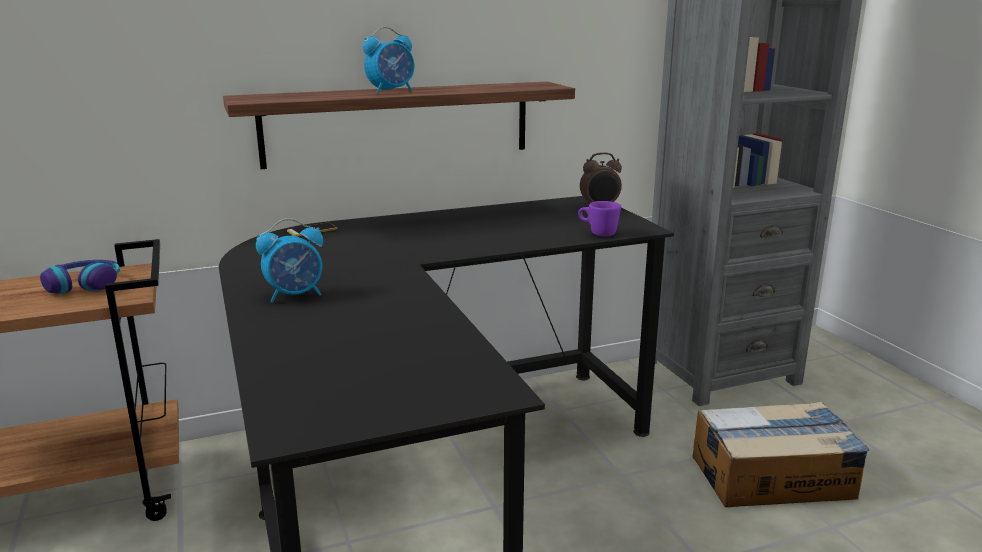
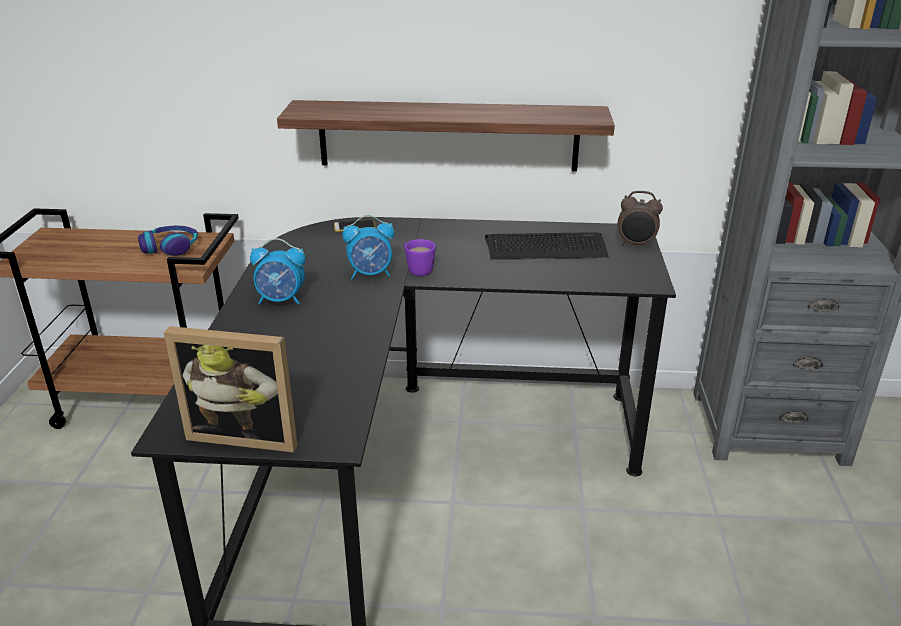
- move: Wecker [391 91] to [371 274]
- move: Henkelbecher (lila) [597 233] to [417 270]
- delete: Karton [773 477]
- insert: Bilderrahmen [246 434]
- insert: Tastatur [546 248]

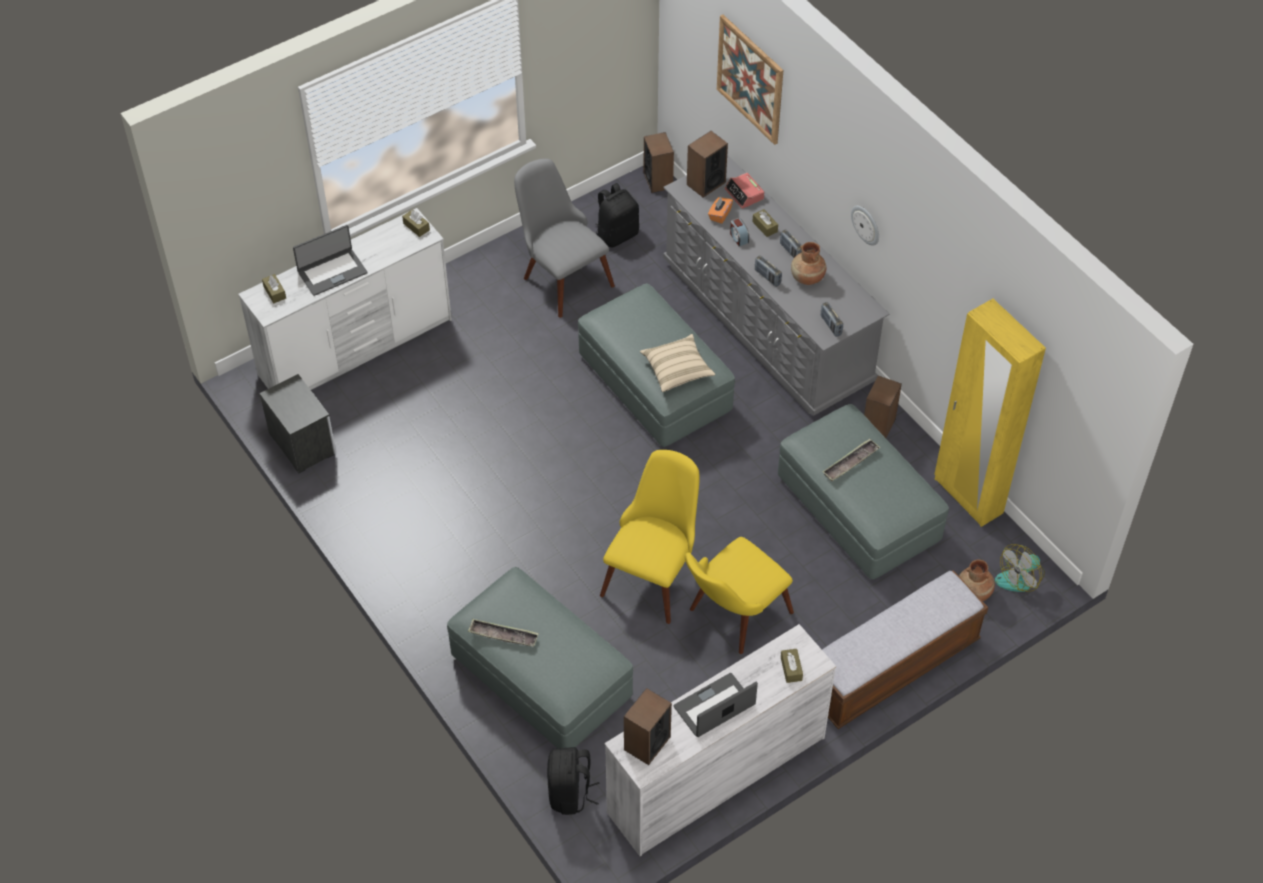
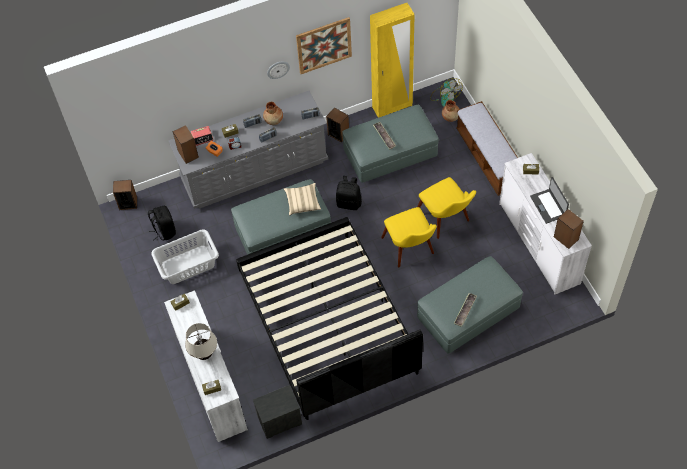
- replace: Laptop [332 272] to Tischlampe (beige) [204 354]
- replace: Stuhl (grau) [561 275] to Wäschekorb (grau) [187 264]
- move: Rucksack (schwarz) [570 794] to [349 203]
- rotate: Stuhl (gelb) [654 572] = [411 250] 150 degrees counterclockwise
- move: Bild [750 79] to [324 45]
- insert: Bett (schwarz) [327 323]

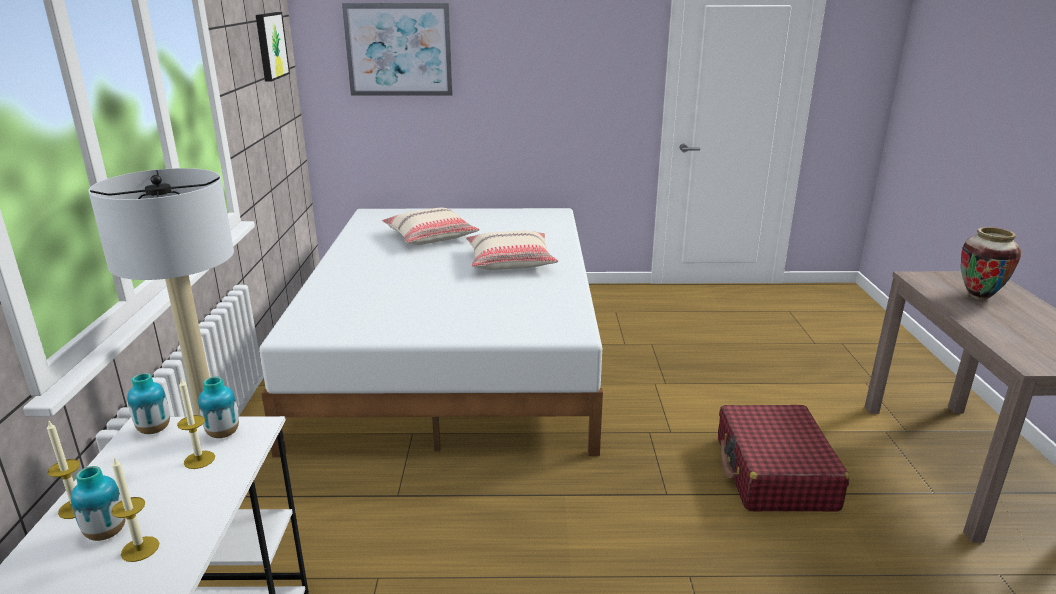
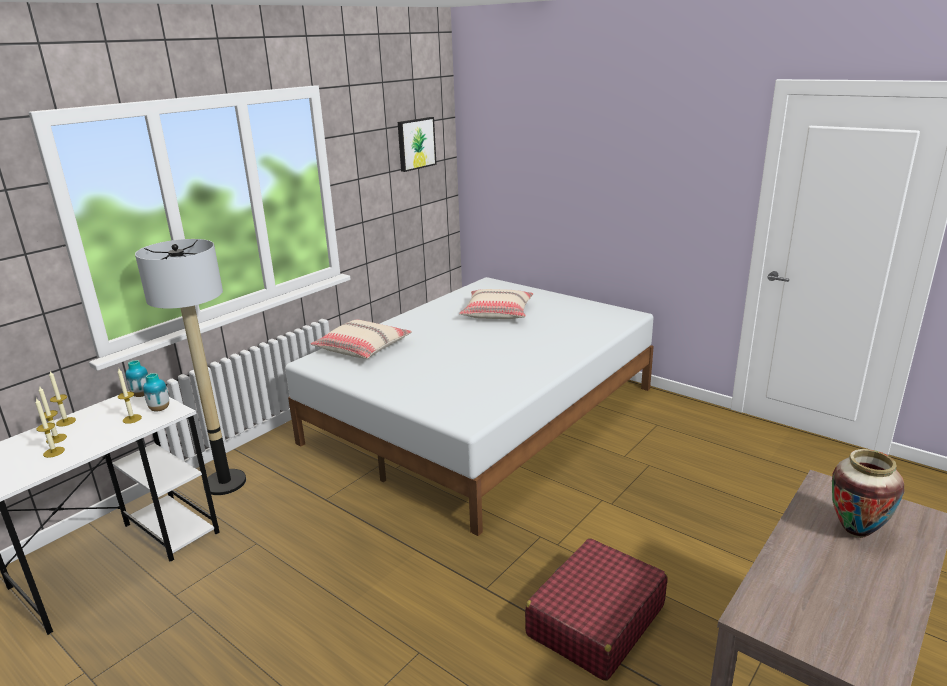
- replace: Vase [106 533] to Kerze [56 439]
- delete: Bild [399 50]
- move: Kissen (beige) [510 261] to [363 348]

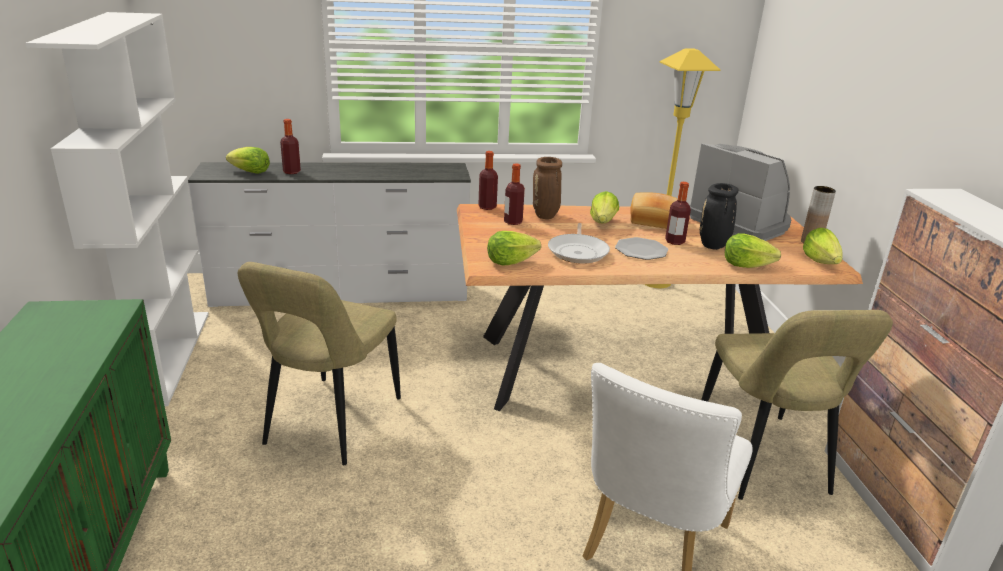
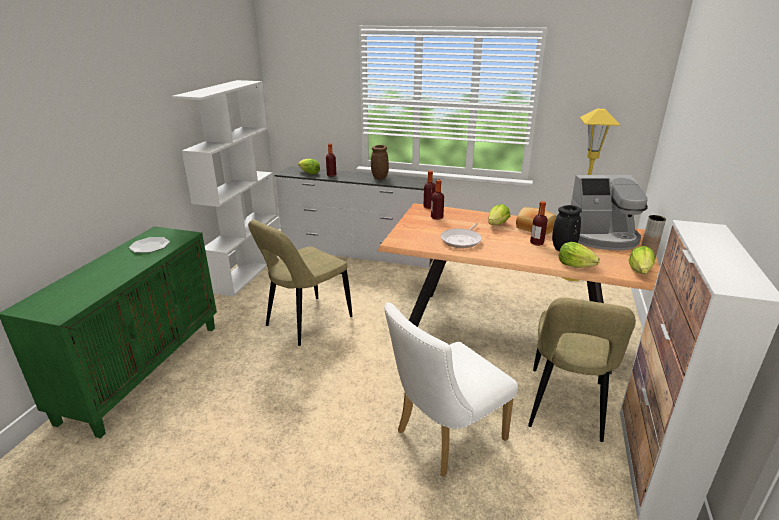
- delete: Salatkopf [510 262]
- move: Vase (braun) [546 216] to [380 178]
- move: Teller [641 250] to [150 246]
- rotate: Kaffeemaschine [740 223] = [601 237] 105 degrees clockwise

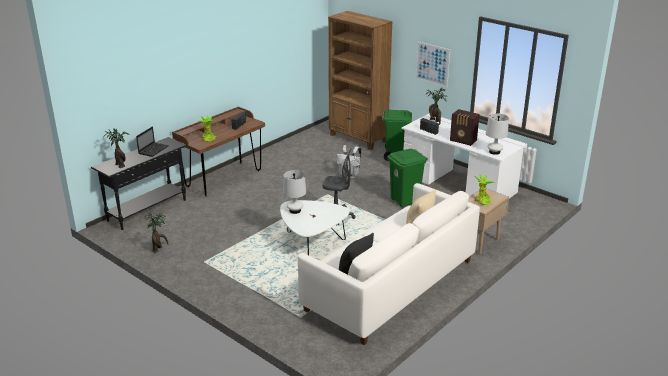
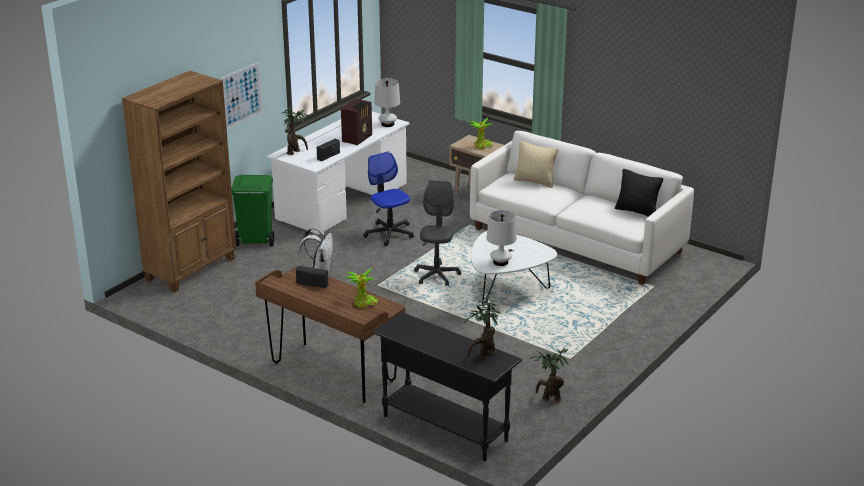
- delete: Laptop [153 150]
- replace: Mülleimer (grün) [405 201] to Bürostuhl [389 233]

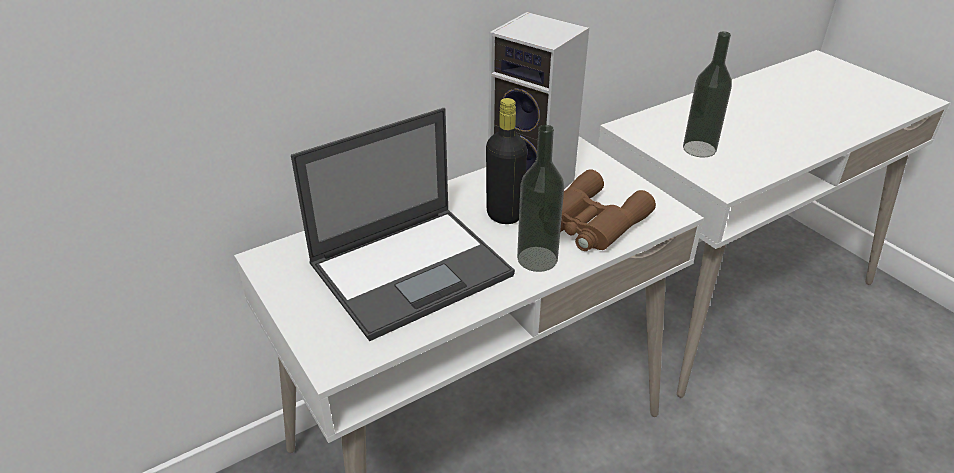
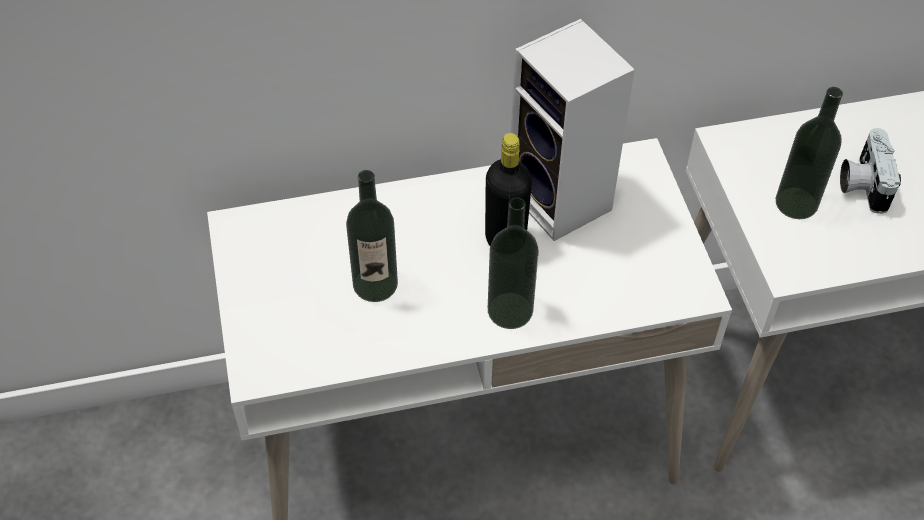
- replace: Laptop [413 269] to Flasche [375 284]
- delete: Fernglas (braun) [590 222]
- insert: Kamera [862 183]

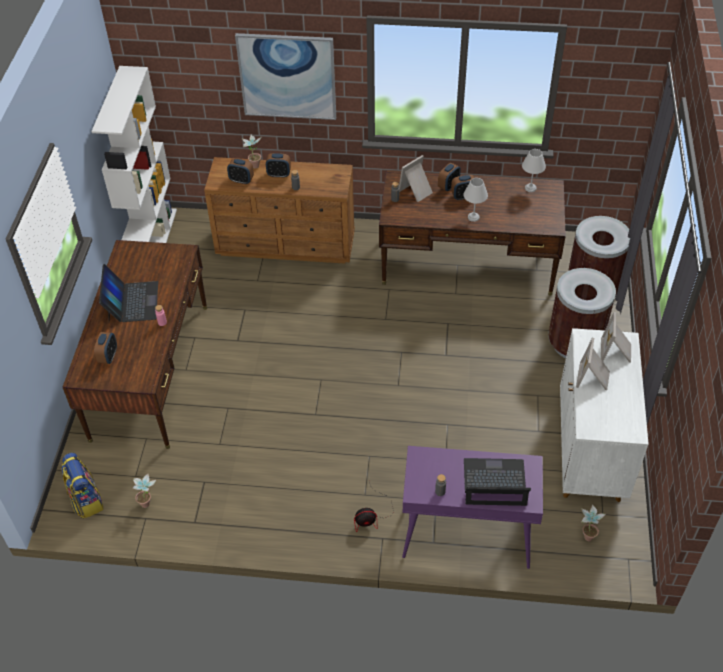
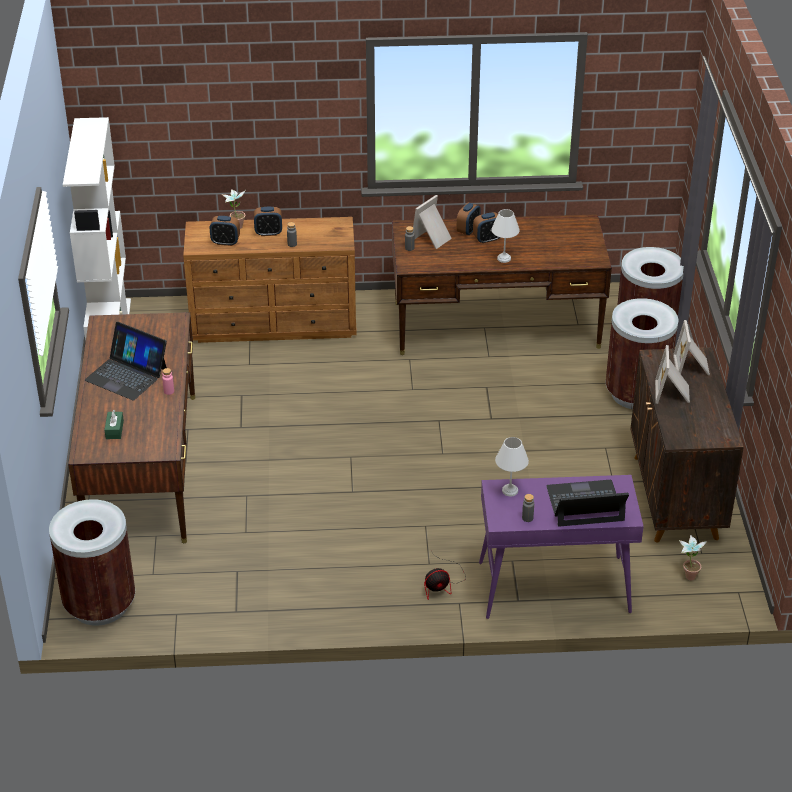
- replace: Rucksack [86 500] to Mülleimer (braun) [99 604]
- replace: Wecker [108 356] to Taschentuchbox (grün) [114 430]
- rotate: Laptop [132 302] = [127 374] 135 degrees clockwise
- delete: Topfpflanze [148 502]
- delete: Bild [287 76]
- move: Tischlampe (weiß) [530 188] to [509 491]
- recolor: Schrank (weiß) [589 453] to Schrank (braun) [675 498]

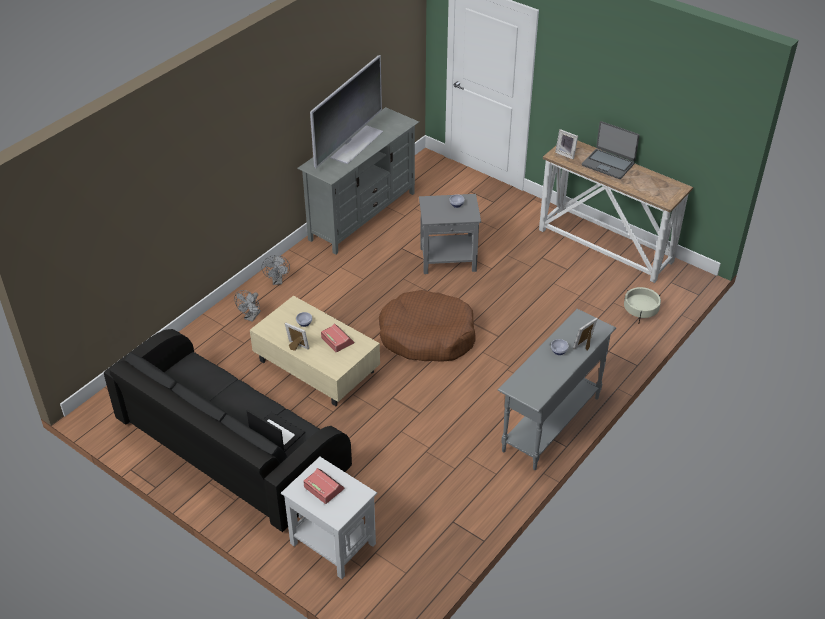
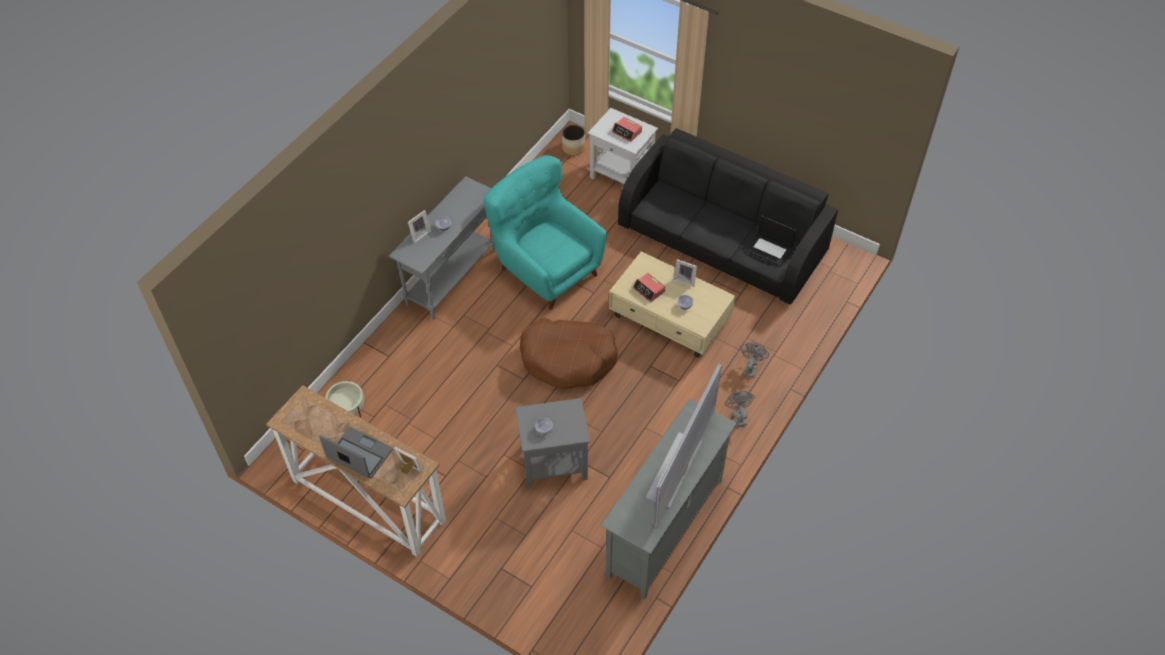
- move: Laptop [276 432] to [770 249]
- insert: Sessel (türkis) [546 269]
- insert: Pflanzkübel [573 148]

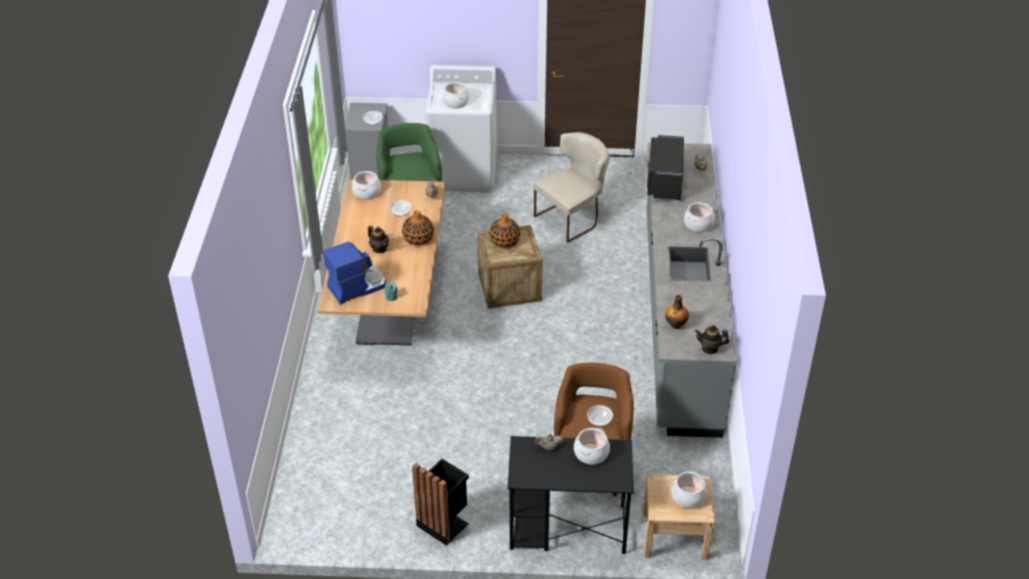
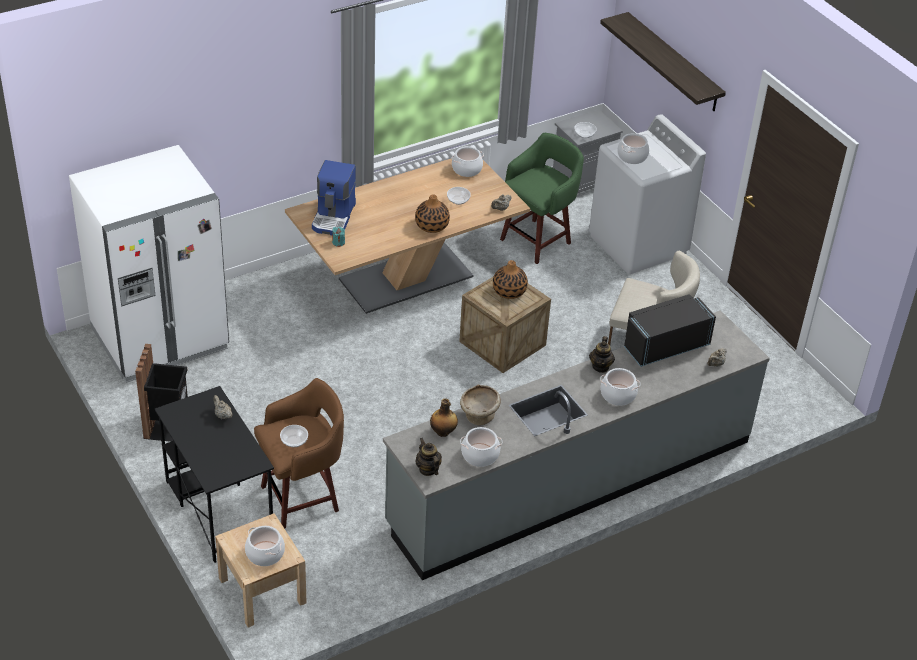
- rotate: Kaffeemaschine [356 286] = [334 217] 75 degrees clockwise
- move: Teekanne [379 249] to [601 366]
- move: Kochtopf [591 453] to [480 455]
- insert: Kühlschrank (weiß) [160 339]
- insert: Schüssel (beige) [479 417]
- insert: Wandregal [673 62]

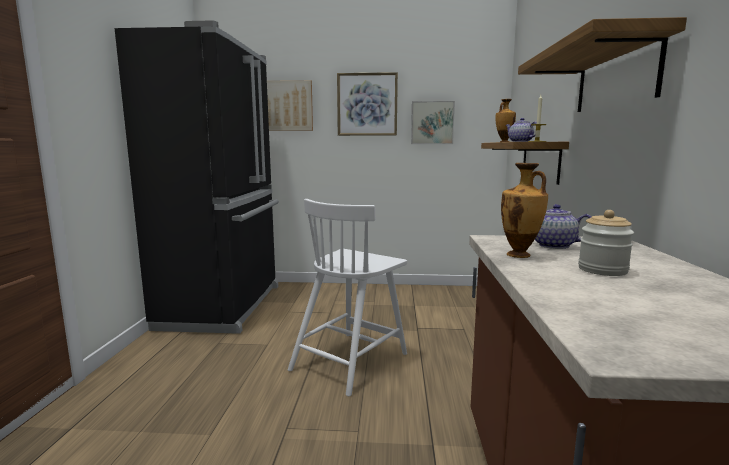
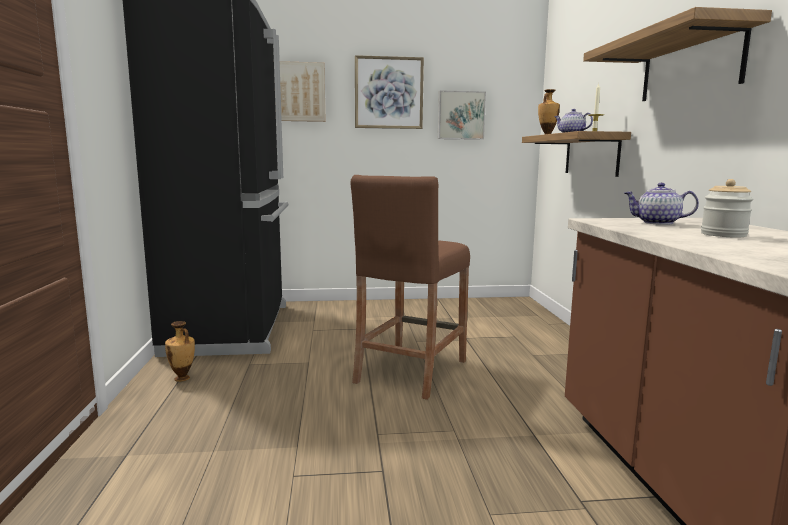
- replace: Stuhl (weiß) [350 360] to Hocker (braun) [410 371]
- move: Vase [520 255] to [182 379]

